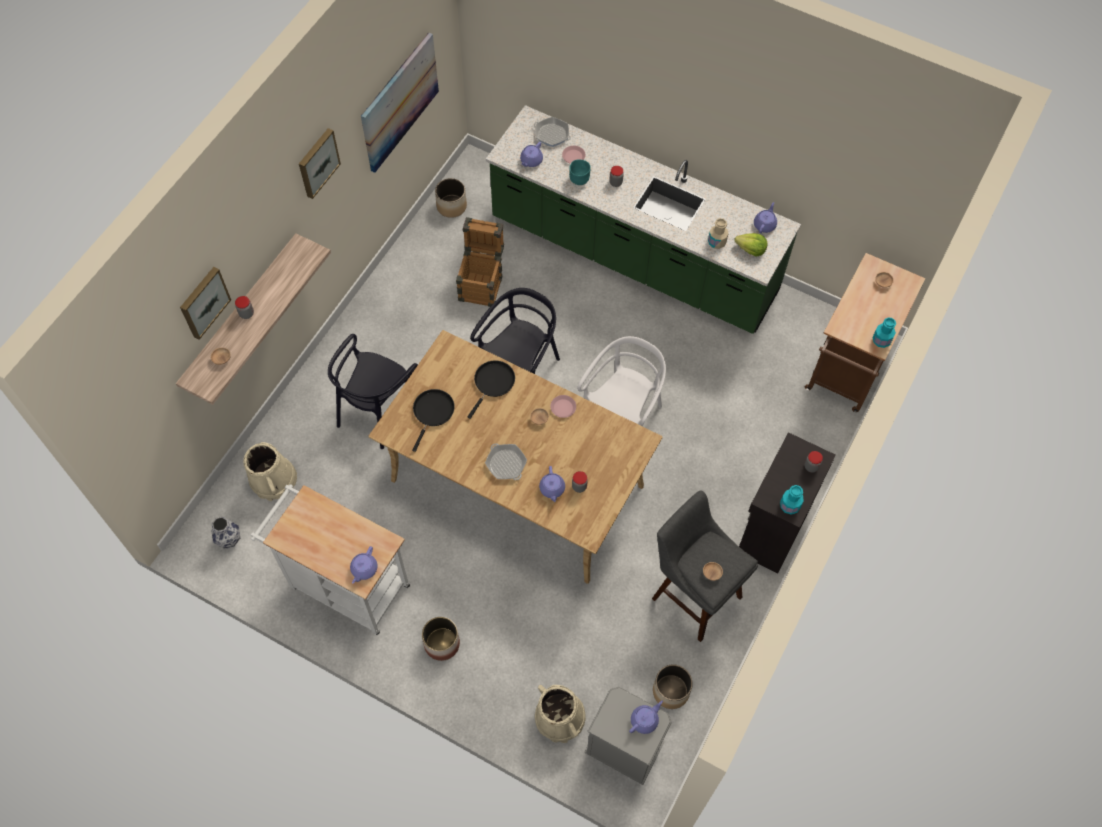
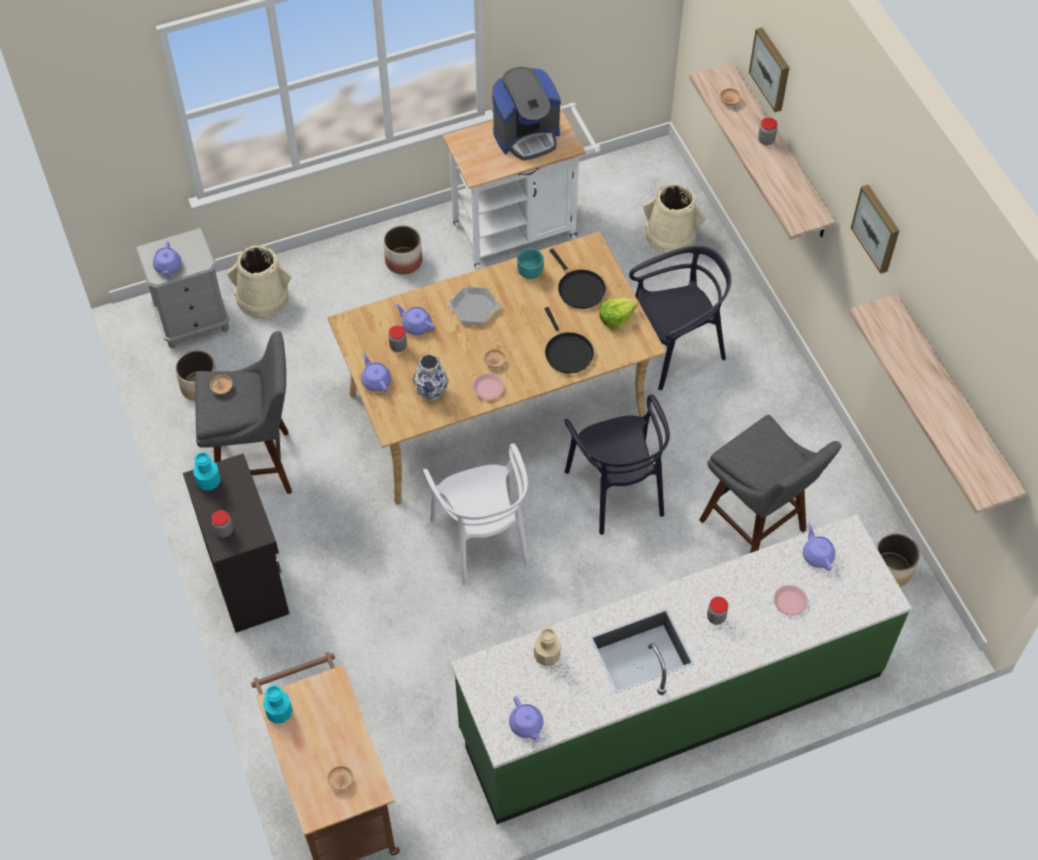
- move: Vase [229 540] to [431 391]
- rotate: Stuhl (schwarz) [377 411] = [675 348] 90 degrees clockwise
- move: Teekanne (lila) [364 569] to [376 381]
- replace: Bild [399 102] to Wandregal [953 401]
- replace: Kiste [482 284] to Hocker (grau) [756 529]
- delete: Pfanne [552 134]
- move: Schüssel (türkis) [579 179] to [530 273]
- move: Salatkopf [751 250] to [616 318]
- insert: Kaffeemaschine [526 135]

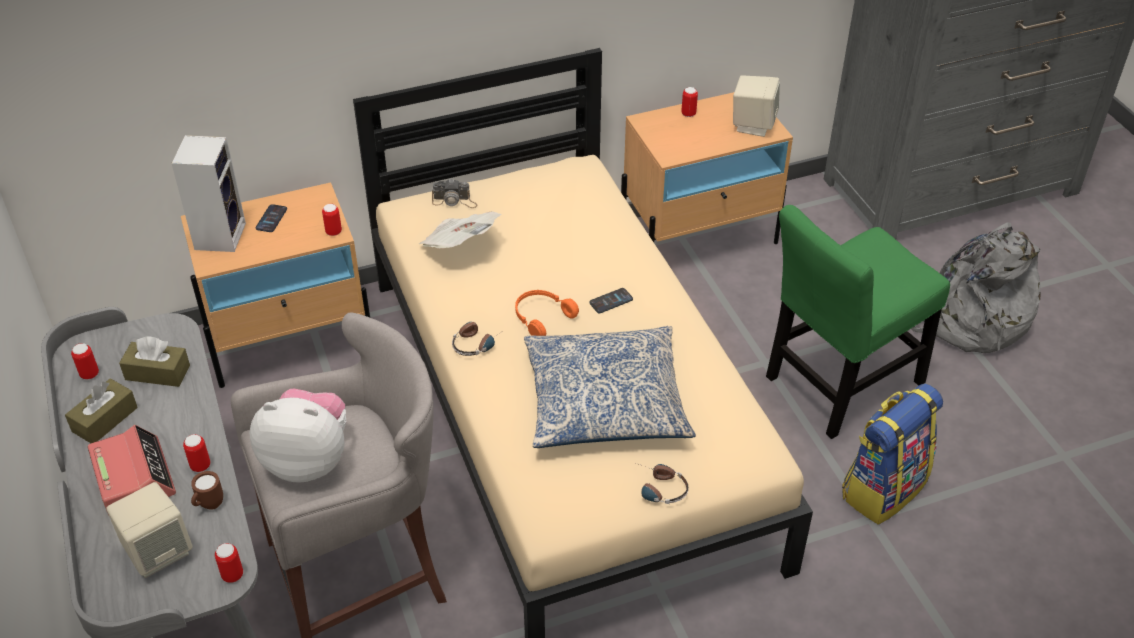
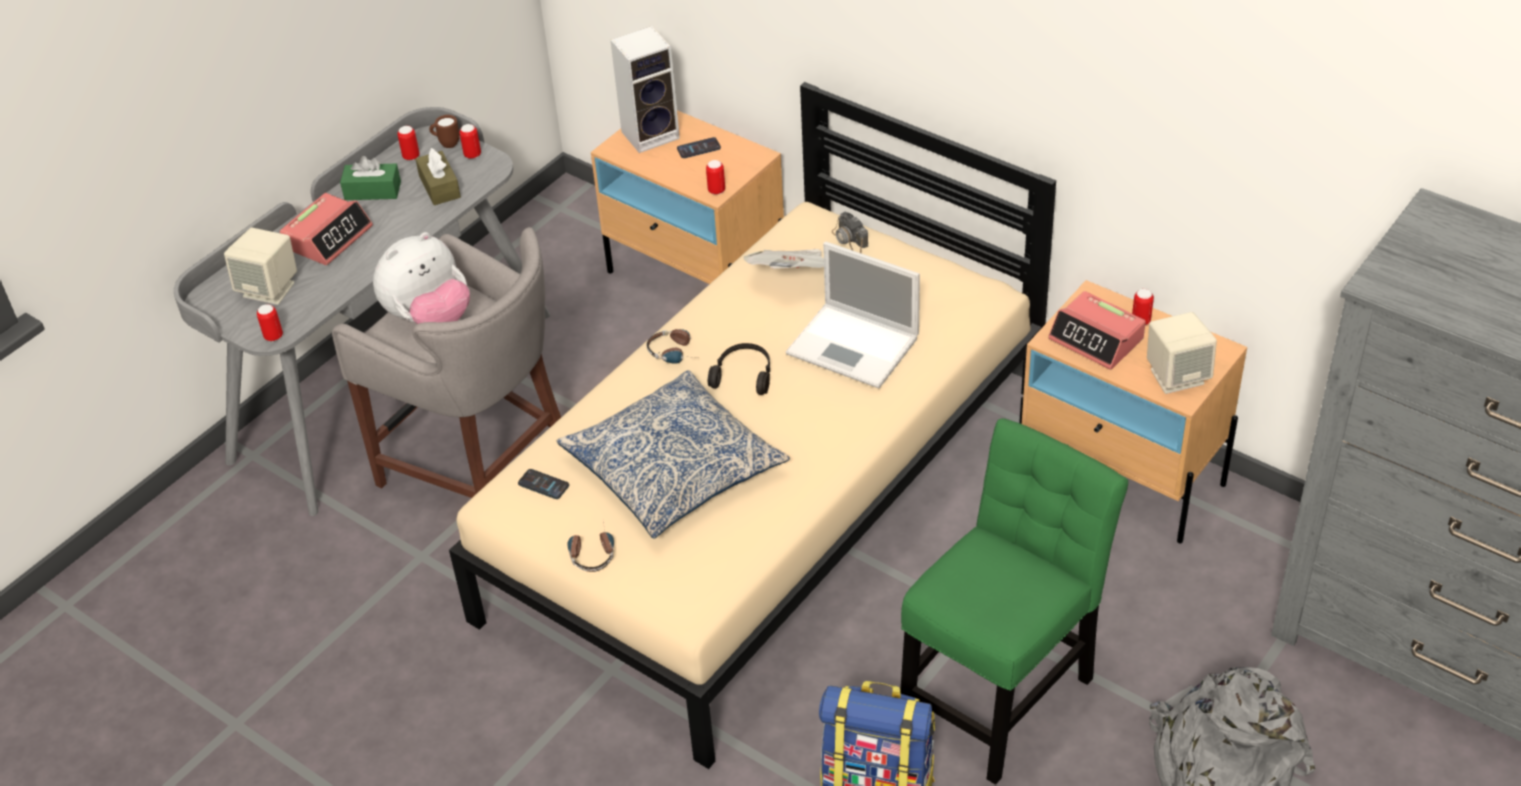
- recolor: Taschentuchbox (braun) [105 419] to Taschentuchbox (grün) [372 191]
- move: Dose [200 466] to [472 155]
- move: Henkelbecher (braun) [209 505] to [446 144]
- rotate: Plüschtier [308 460] = [430 318] 75 degrees clockwise
- recolor: Kopfhörer (orange) [541 317] to Kopfhörer (schwarz) [744 375]
- move: Handy [611 301] to [543 485]
- rotate: Stuhl (grün) [839 385] = [1001 692] 105 degrees clockwise
- insert: Laptop [855 346]
- insert: Wecker [1096 339]

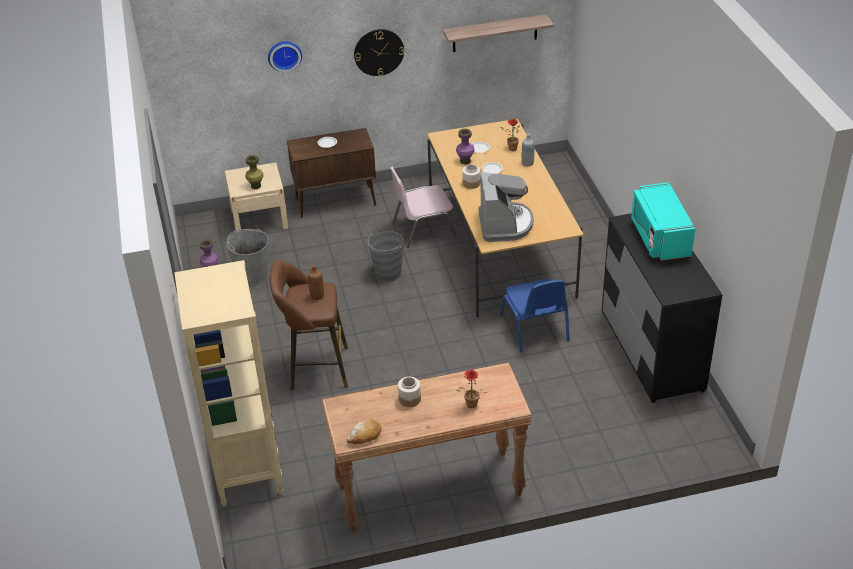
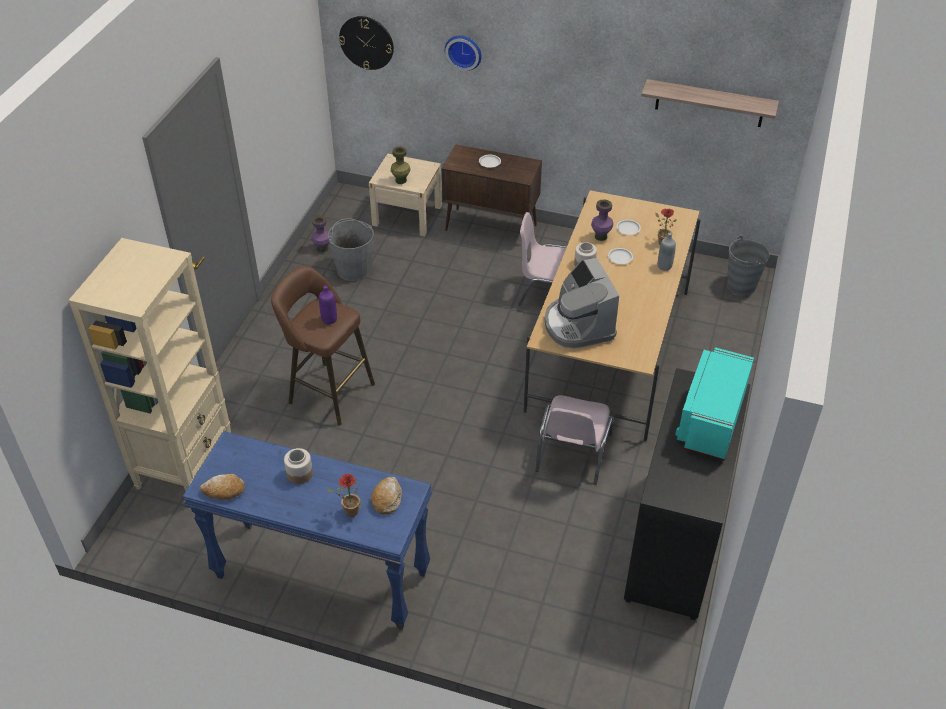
- recolor: Flasche (braun) [317 296] to Flasche (lila) [329 319]
- recolor: Konsolentisch (braun) [429 492] to Konsolentisch (blau) [320 576]
- move: Wanduhr [378 52] to [366 42]
- move: Eimer (grau) [387 273] to [741 286]
- rotate: Kaffeemaschine [505 224] = [578 325] 135 degrees clockwise
- recolor: Stuhl (blau) [535 328] to Stuhl (rosa) [572 453]
- insert: Brot [387 498]

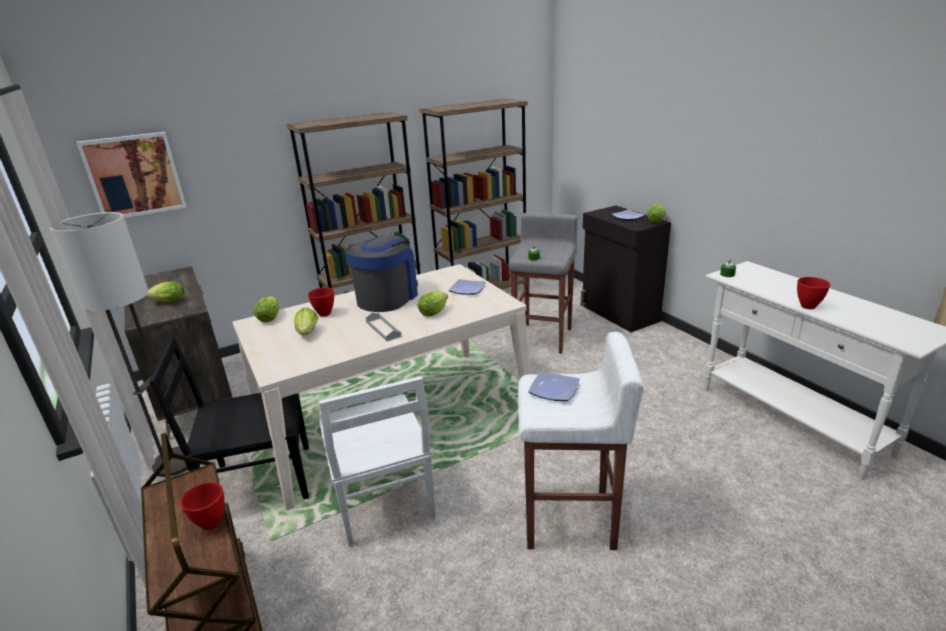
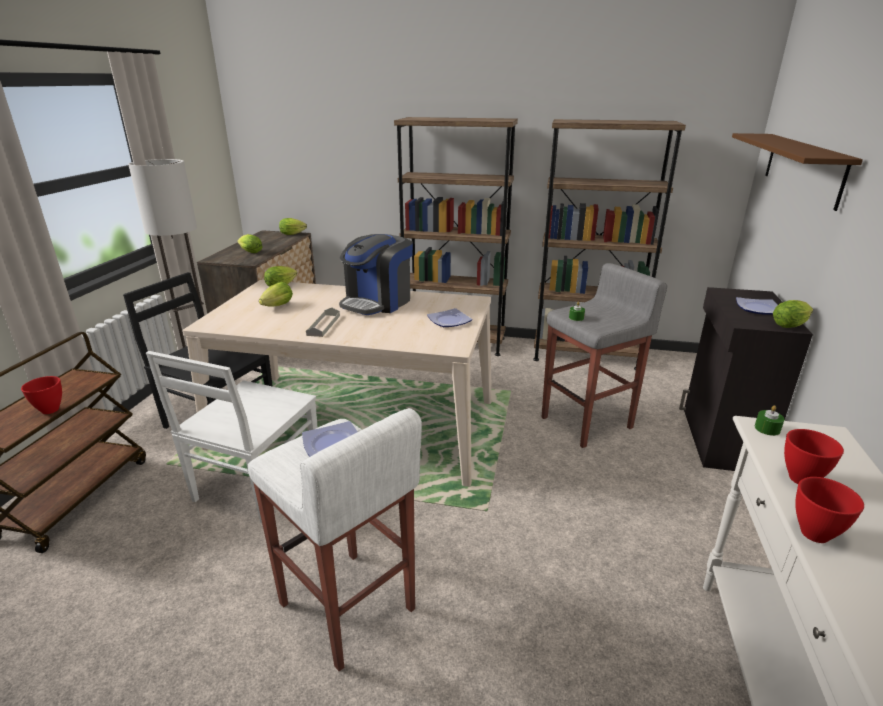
- delete: Bild [134 175]
- move: Schüssel (rot) [324 313] to [800 478]
- rotate: Kaffeemaschine [387 297] = [378 302] 150 degrees clockwise
- move: Salatkopf [435 312] to [294 234]
- insert: Wandregal (braun) [802 167]

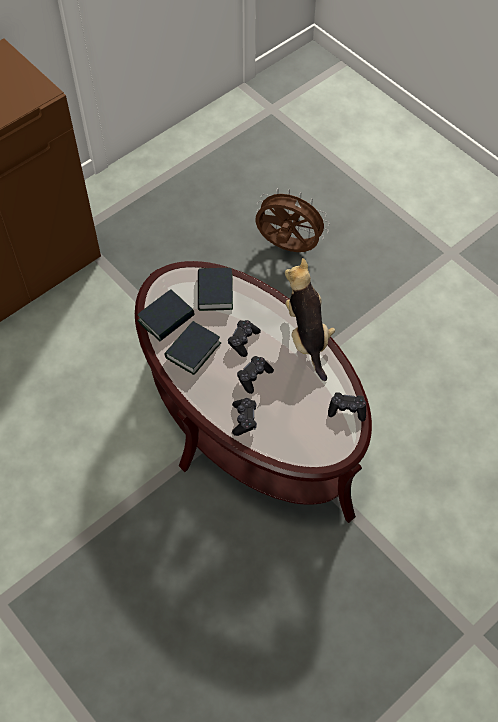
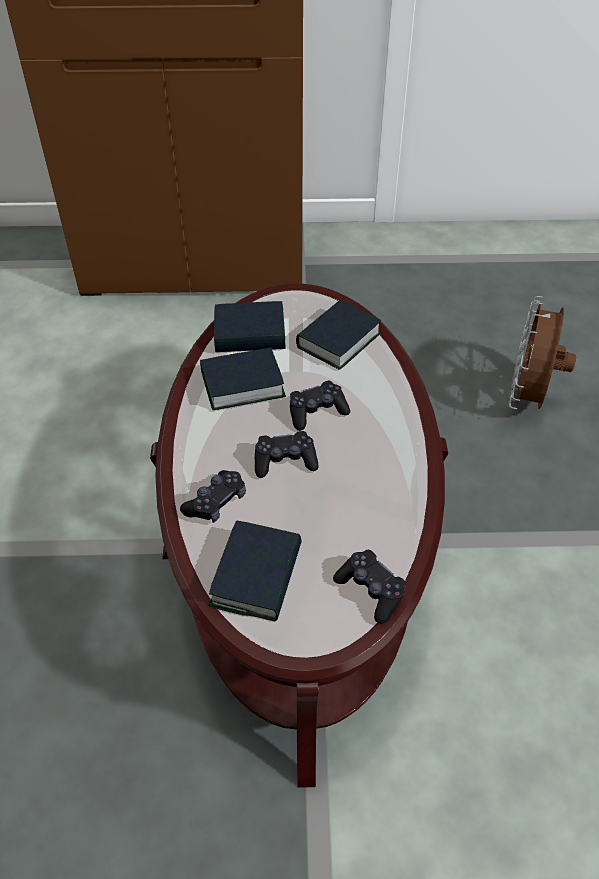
- rotate: Ventilator (braun) [287 247] = [527 397] 135 degrees counterclockwise
- delete: Plüschtier [307 336]
- insert: Buch [257 576]

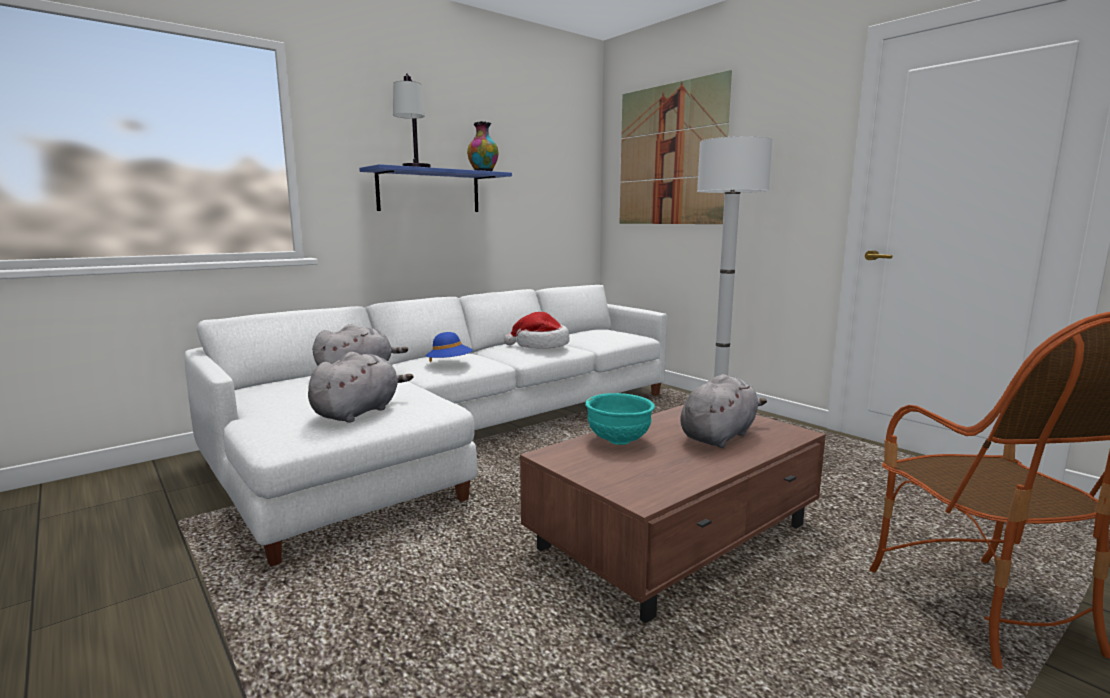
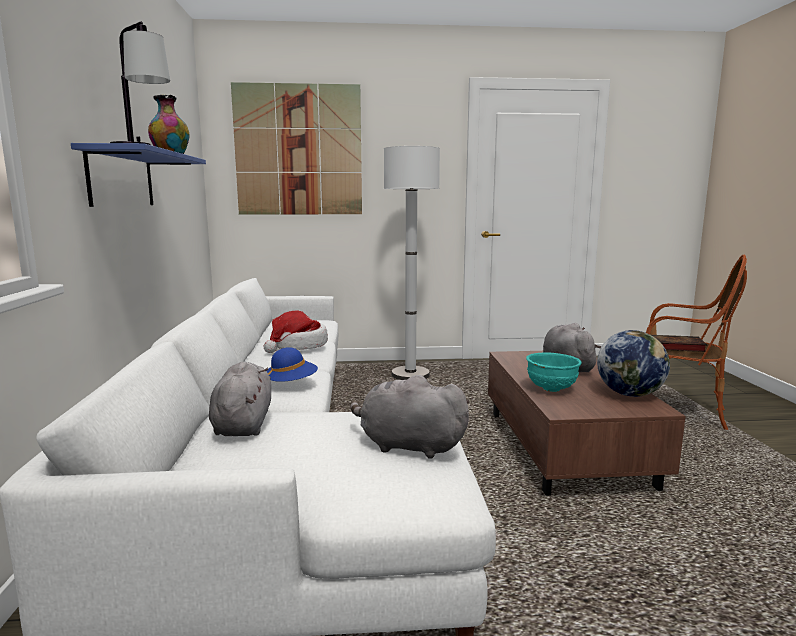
- rotate: Plüschtier (grau) [359 412] = [407 446] 45 degrees counterclockwise
- insert: Globus [629 394]
- insert: Buch [674 347]

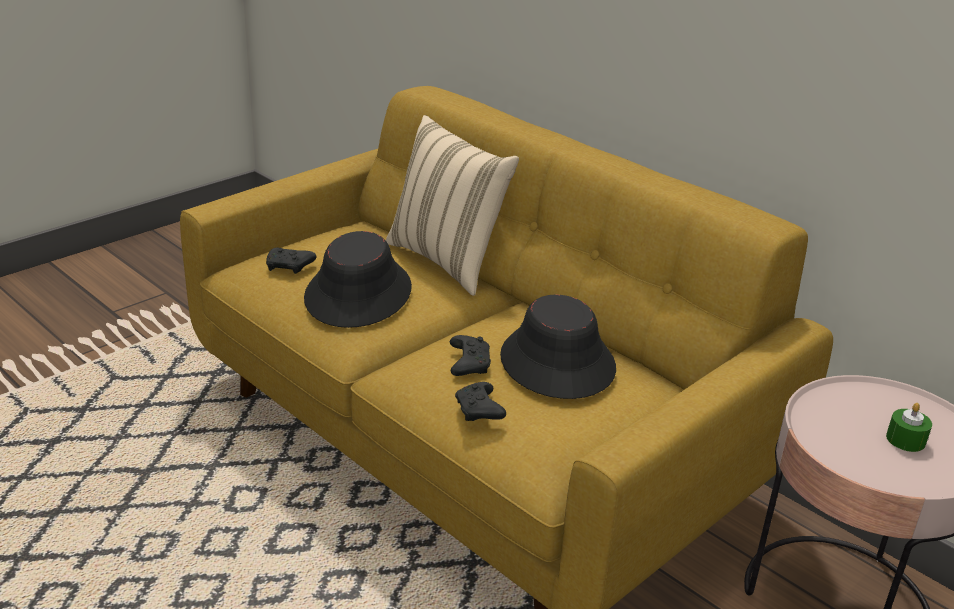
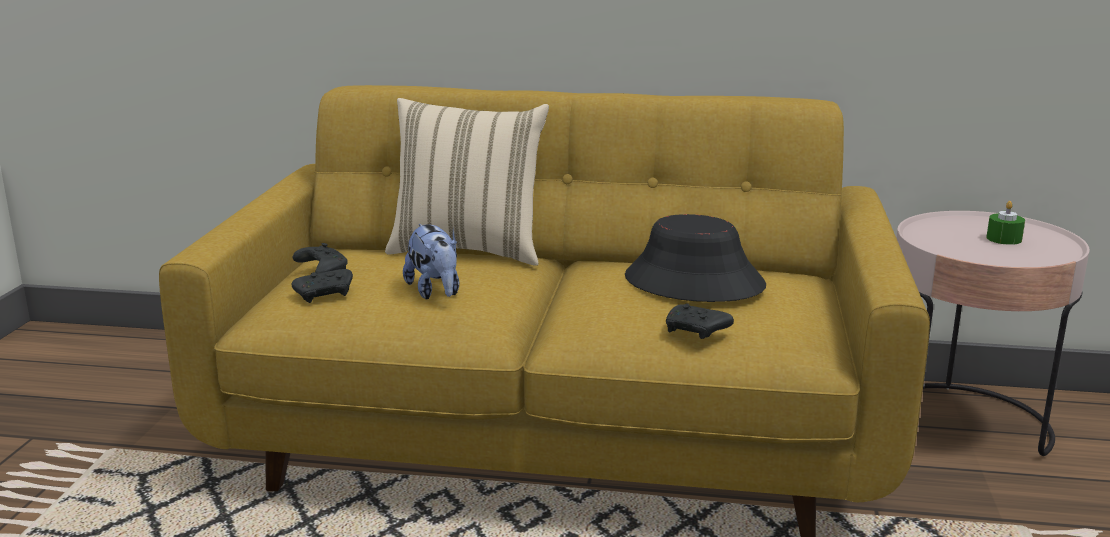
- replace: Hut (schwarz) [359 294] to Plüschtier [435 292]
- move: Gamepad (schwarz) [468 363] to [321 270]

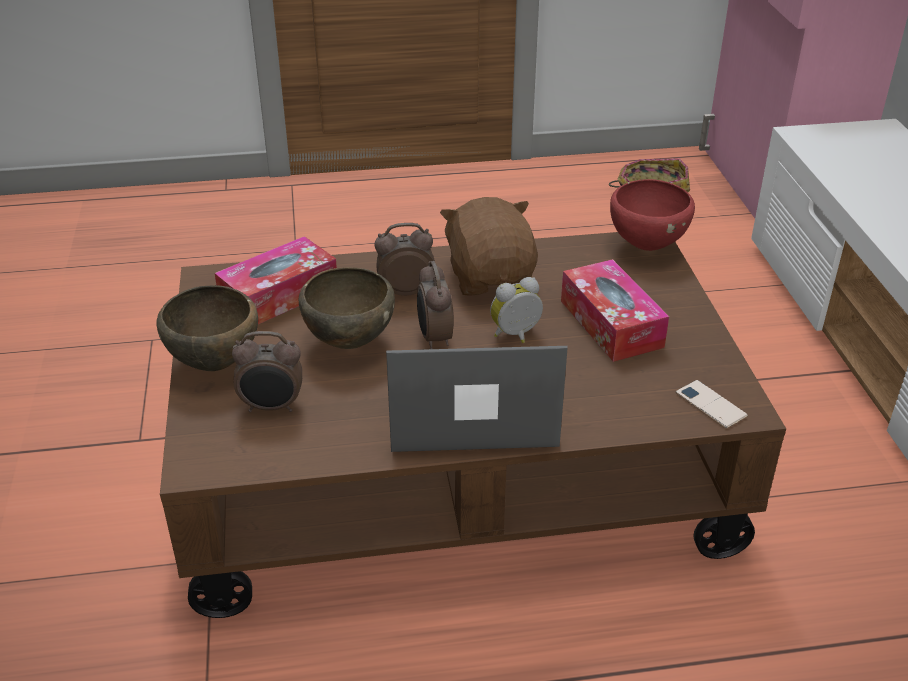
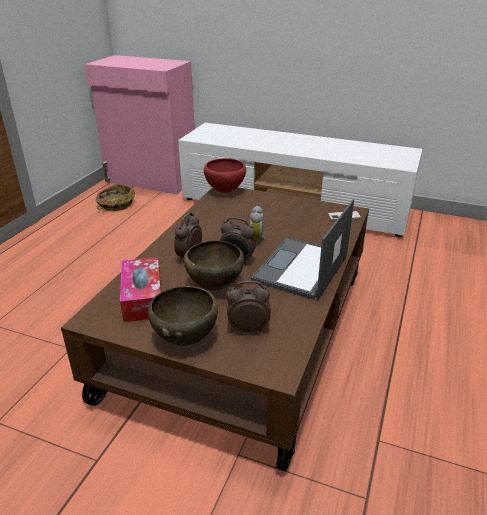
- rotate: Wecker [272 407] = [248 329] 120 degrees counterclockwise
- delete: Plüschtier (braun) [491 277]
- delete: Taschentuchbox [611 324]

